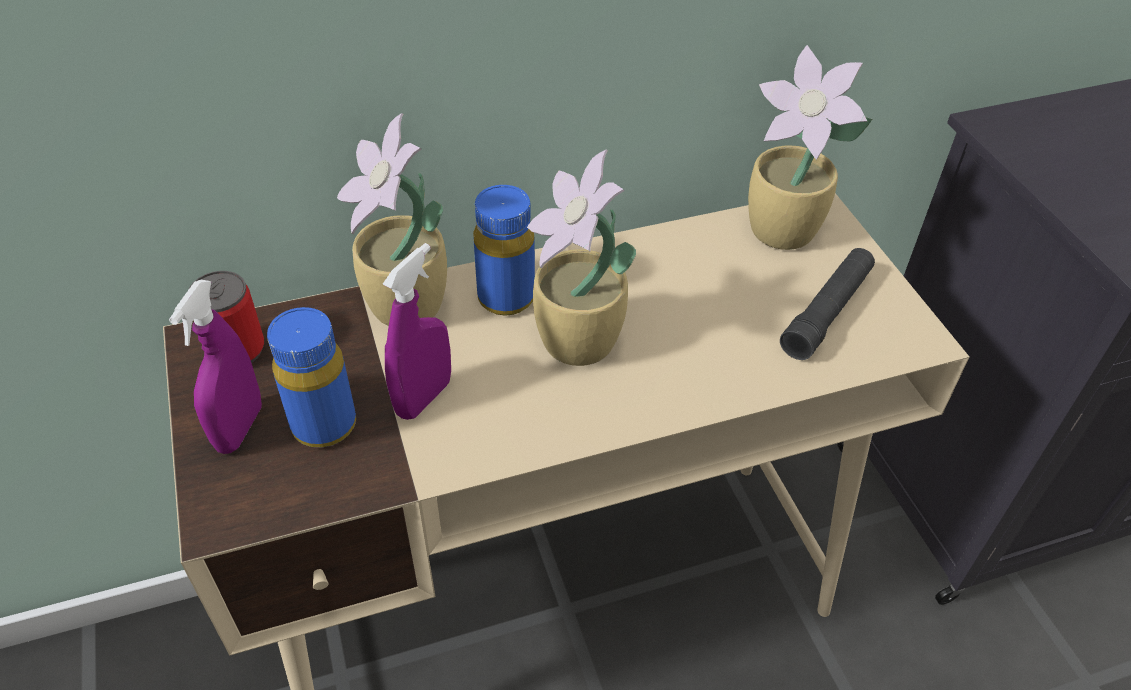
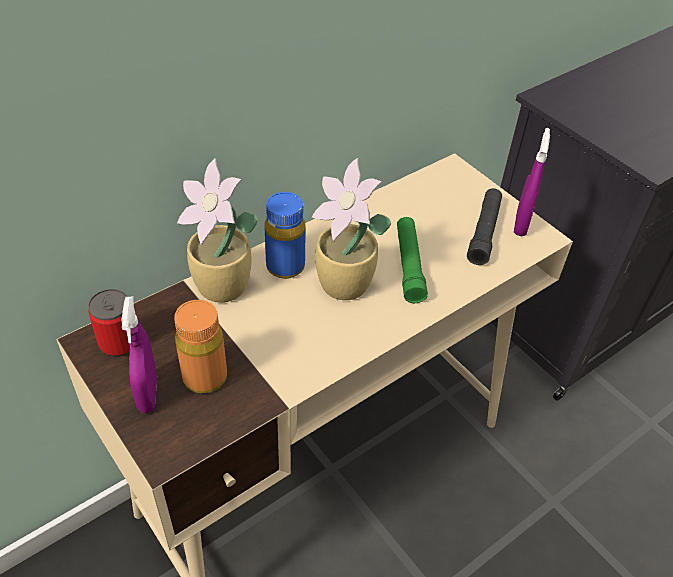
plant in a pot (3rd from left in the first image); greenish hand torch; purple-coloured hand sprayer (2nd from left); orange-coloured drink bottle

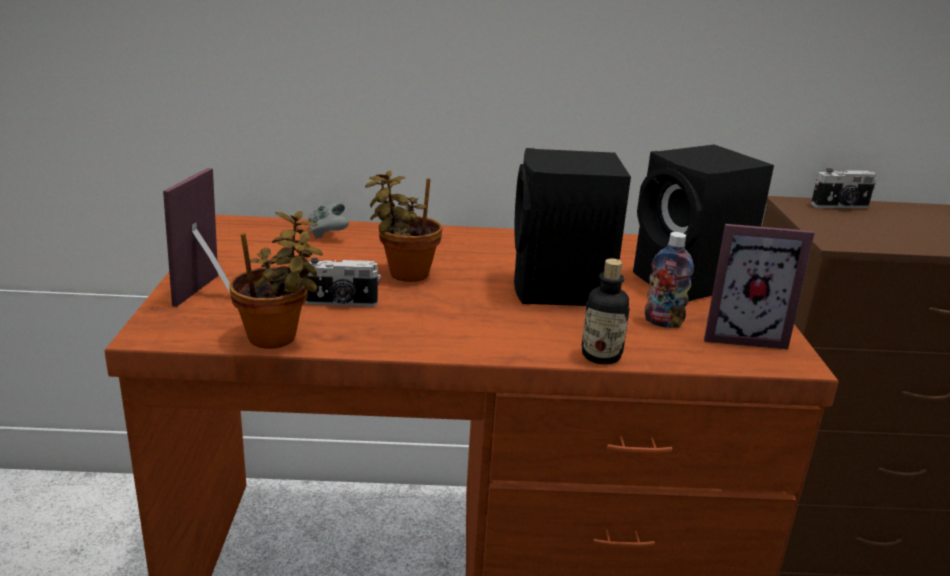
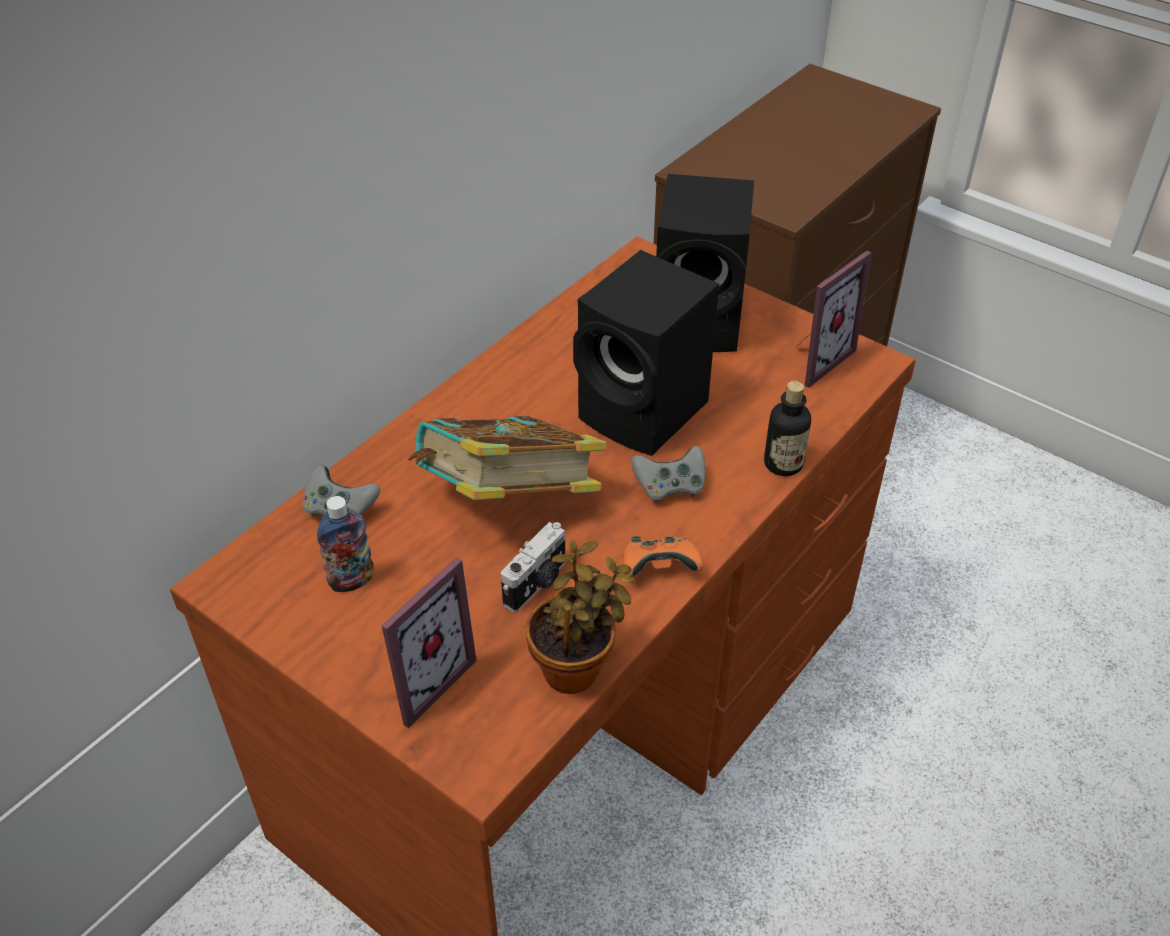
still camera (2nd from left in the first image); orange-coloured joypad; greyish joypad (2nd from left); drink bottle (1st from left); volume; picture frame (1st from left)

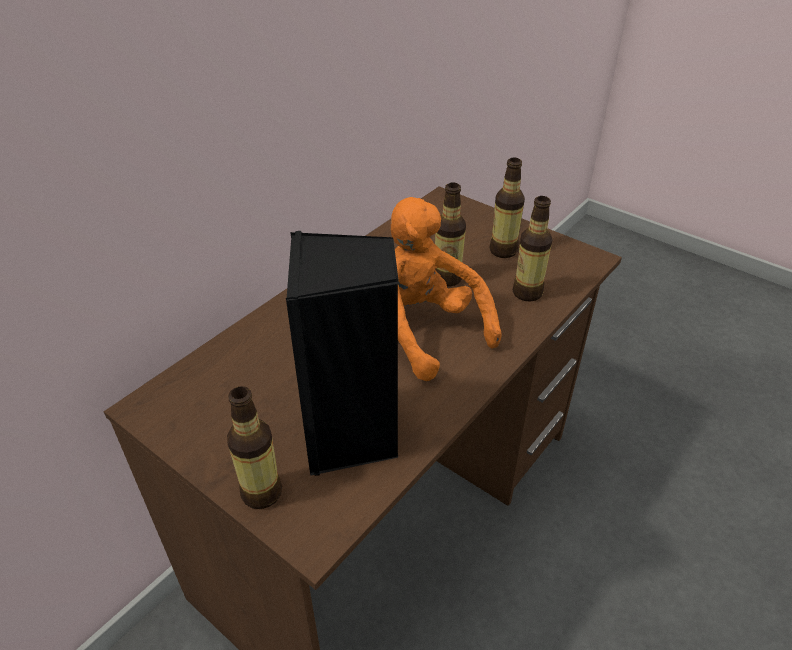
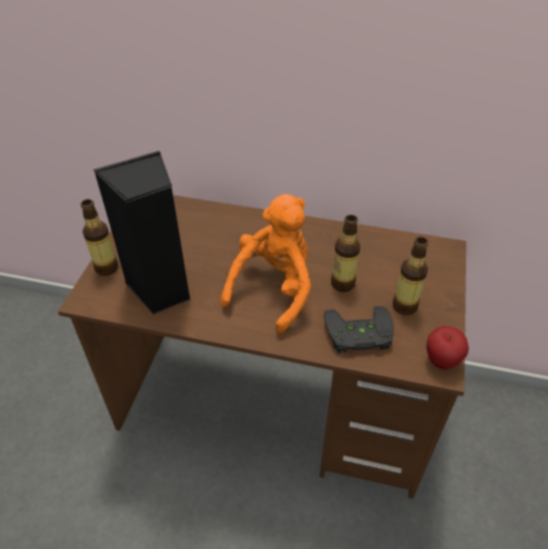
apple fruit; black joypad

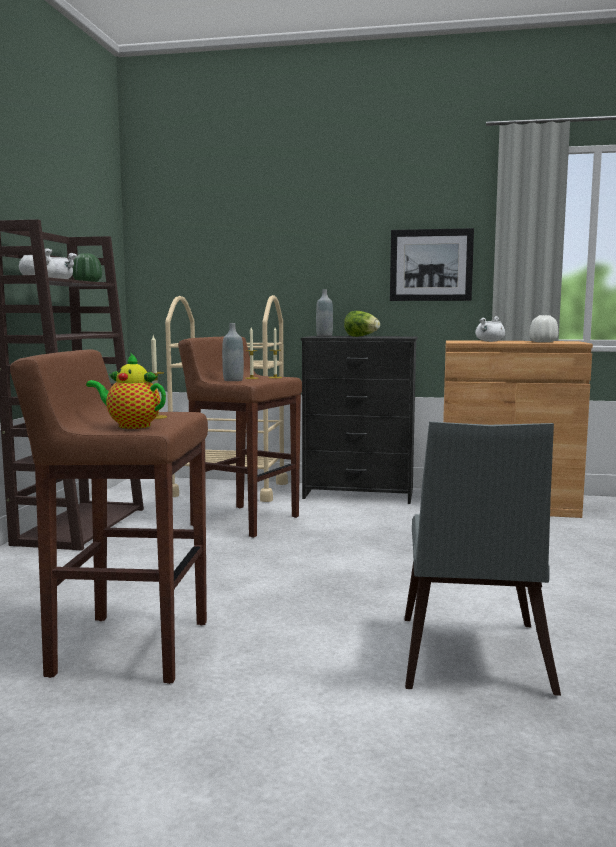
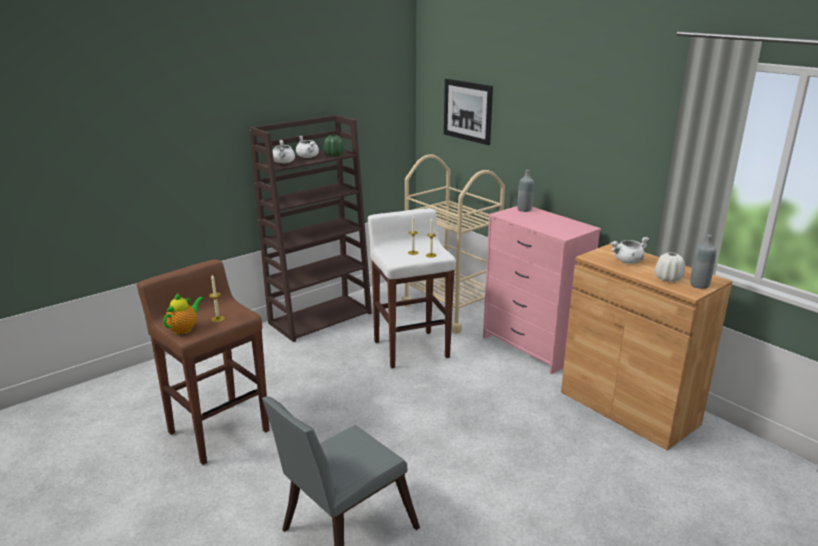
lettuce head; greyish drink bottle (2nd from left); picture; whitish sitting stool; pinkish dresser; tea pot

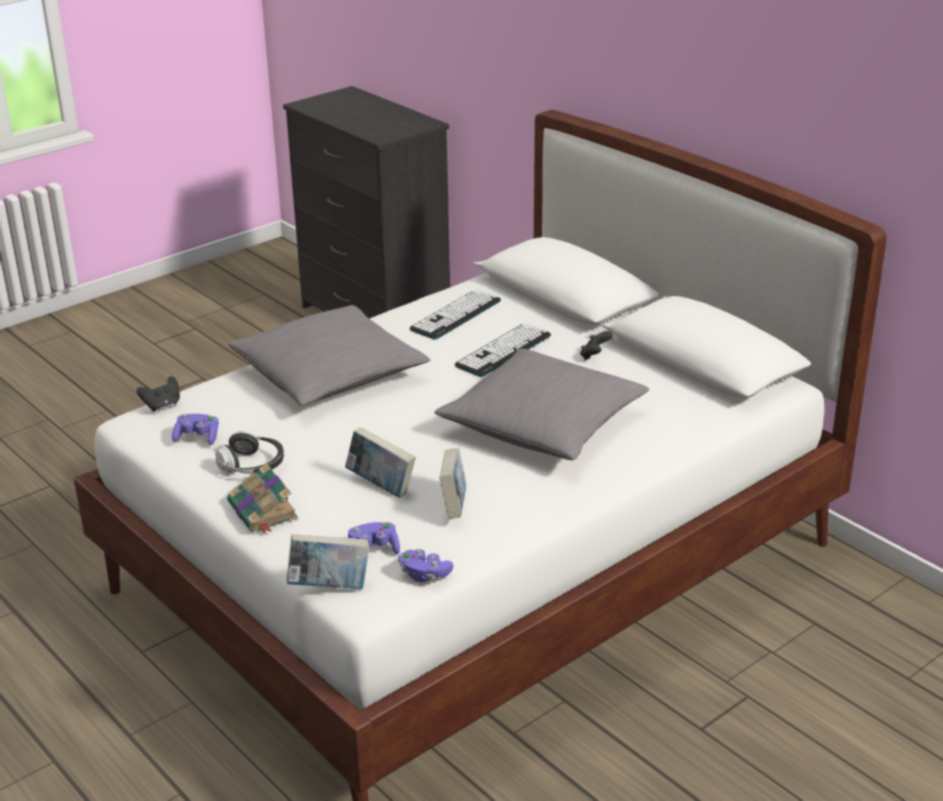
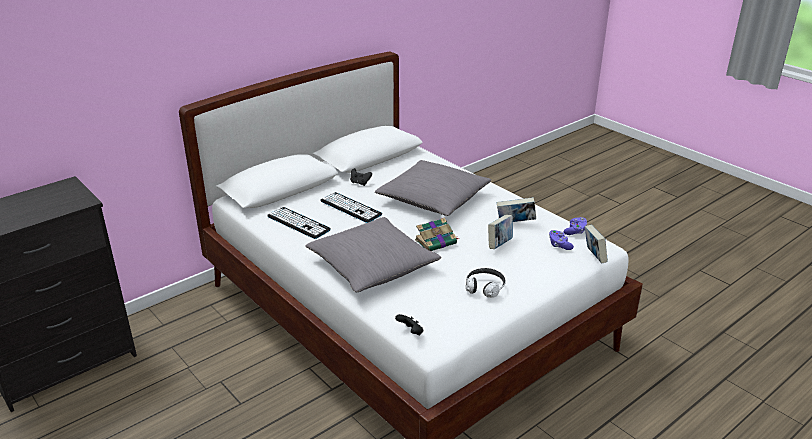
purple-coloured joypad (1st from left in the first image); volume (1st from left)

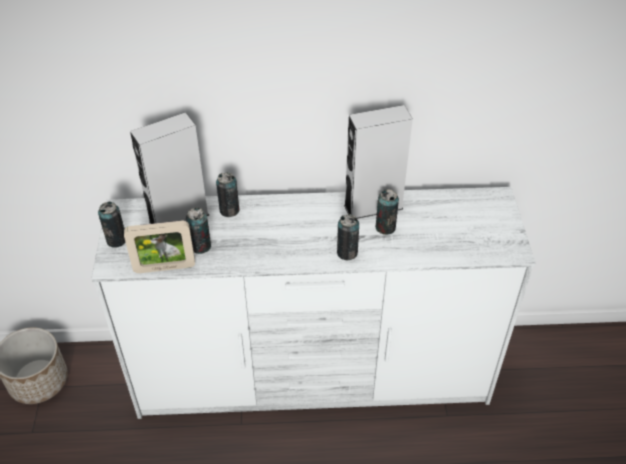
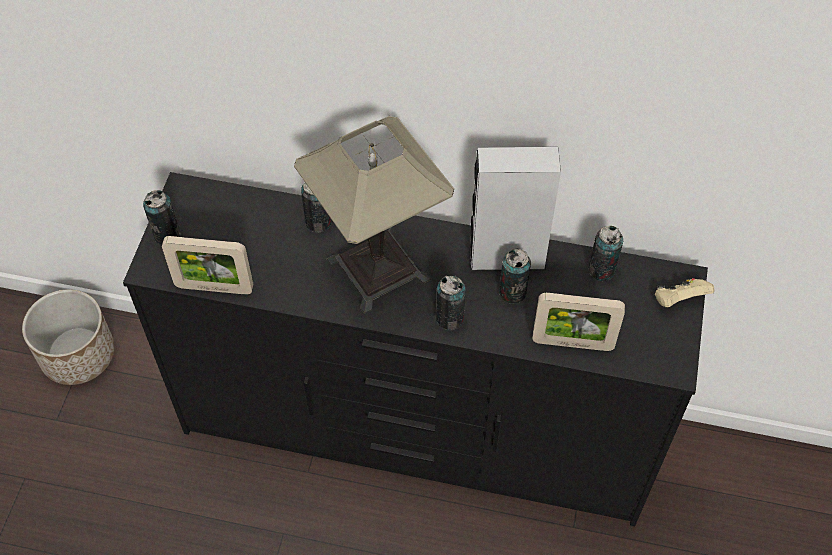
greyish loudspeaker (1st from left in the first image); tabletop lamp; picture frame (2nd from left); beige-coloured joypad; sealed can (5th from left); black dresser

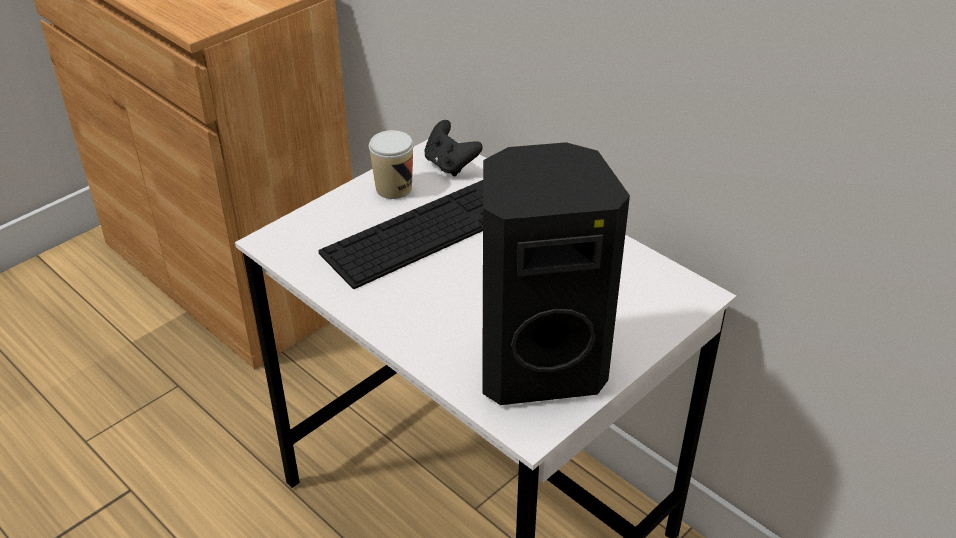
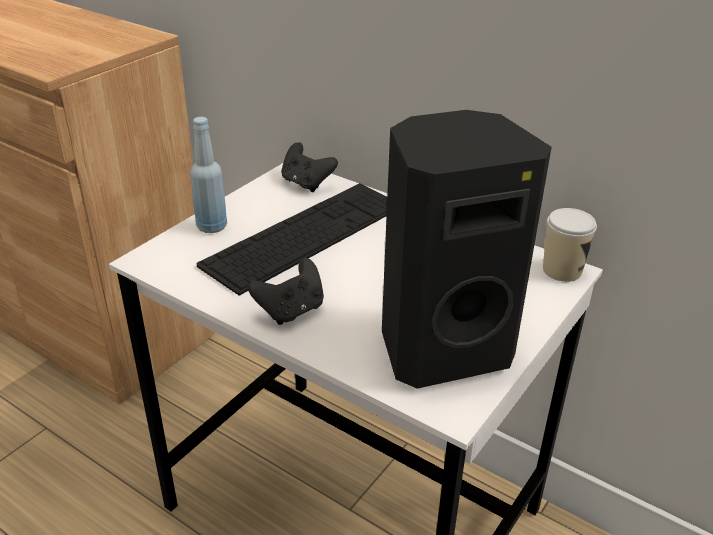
blue-coloured drink bottle; black joypad (1st from left); drinking cup

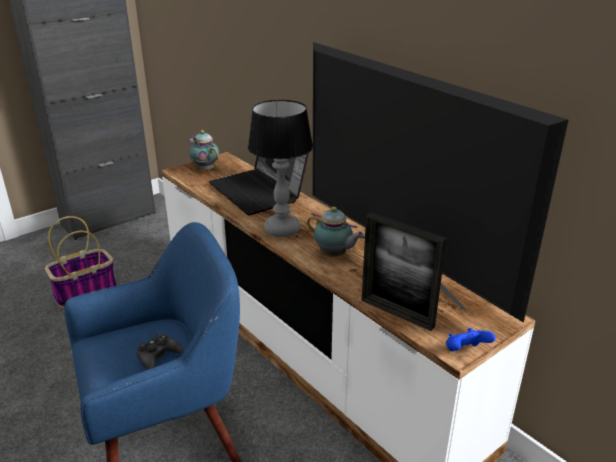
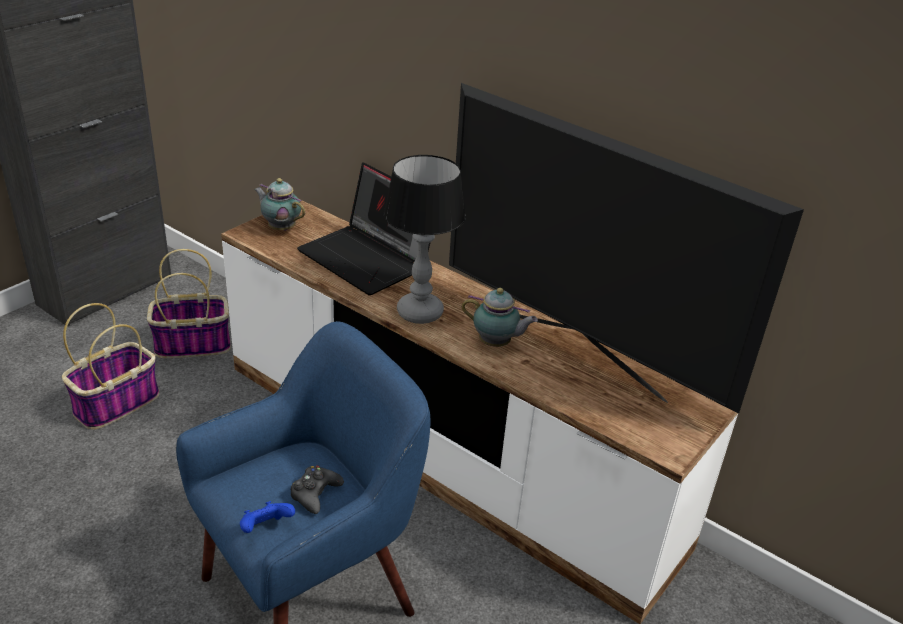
picture frame; basket (2nd from left); blue-coloured joypad

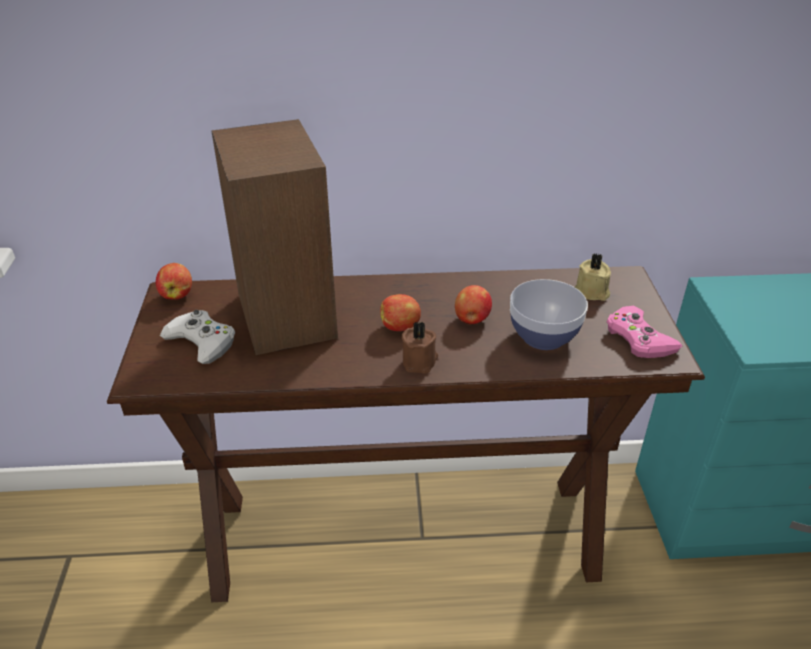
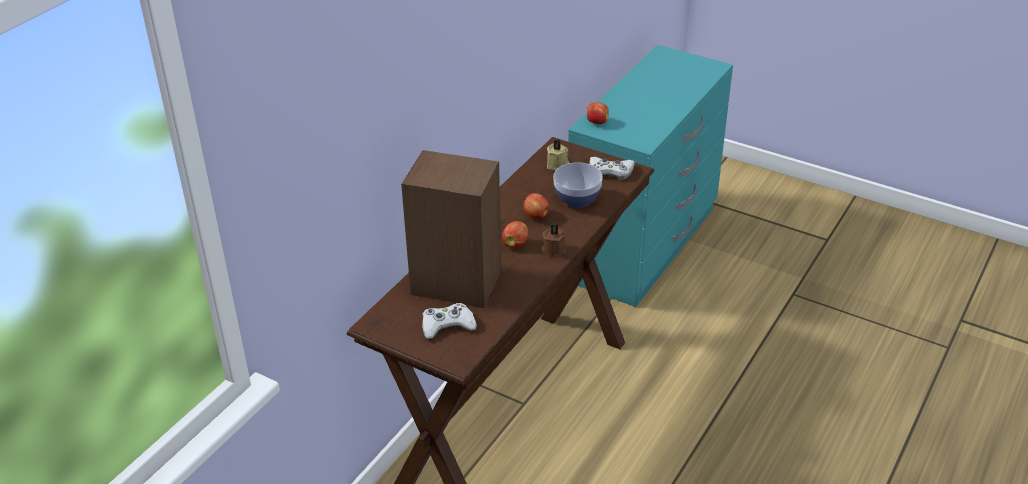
apple fruit (3rd from left); whitish joypad (2nd from left)

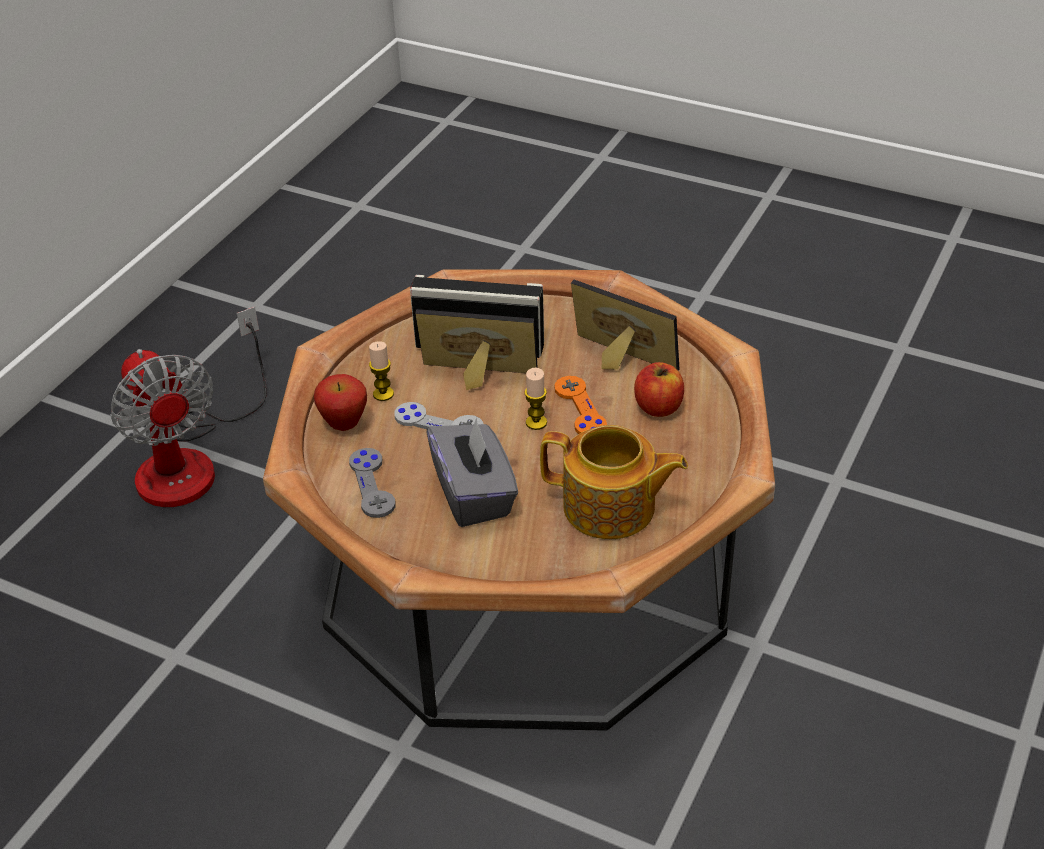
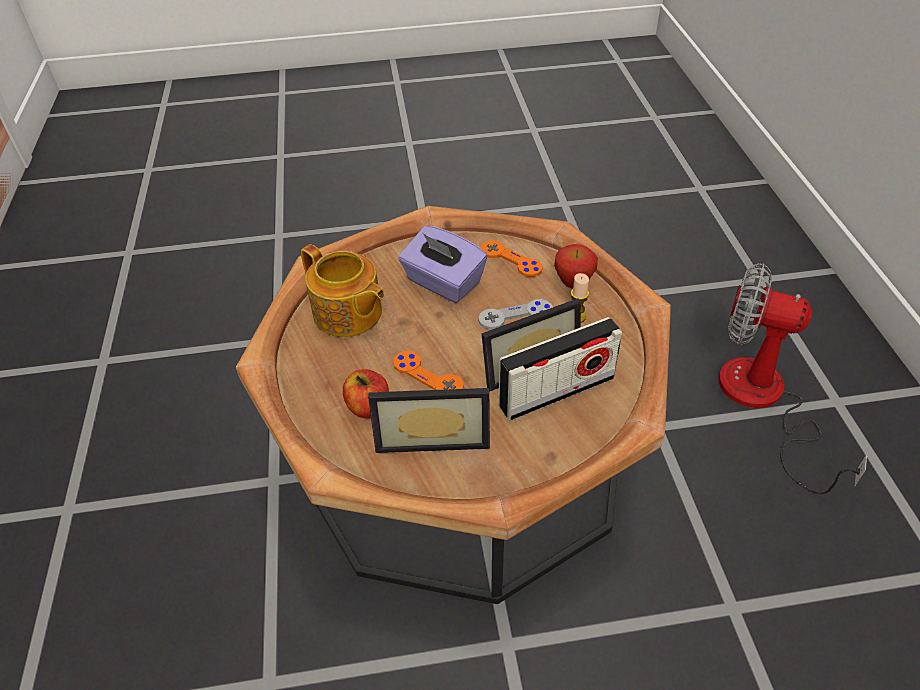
wax light (2nd from left in the first image); orange-coloured joypad (2nd from left); purple-coloured tissue box; tea pot

